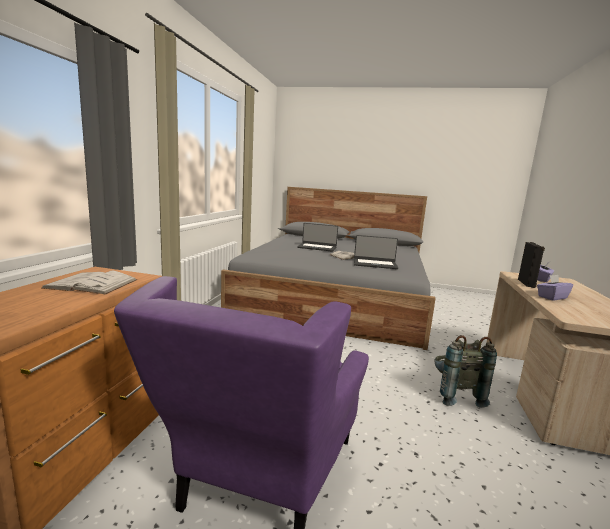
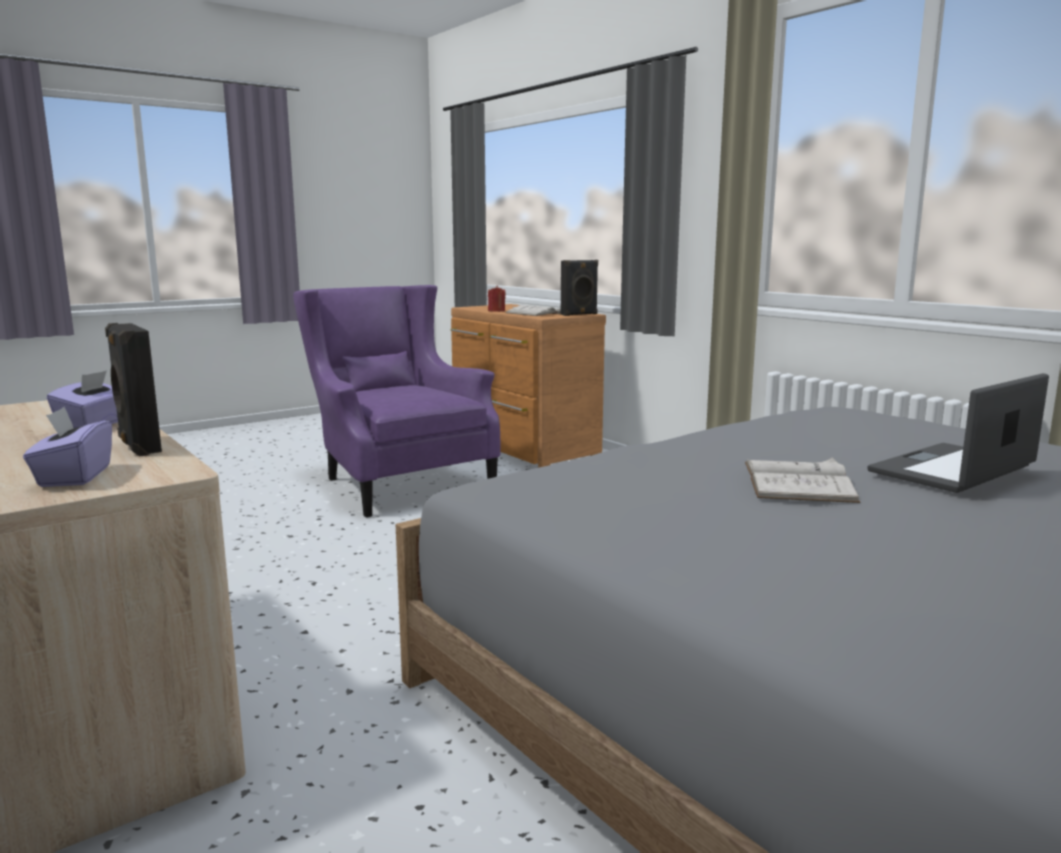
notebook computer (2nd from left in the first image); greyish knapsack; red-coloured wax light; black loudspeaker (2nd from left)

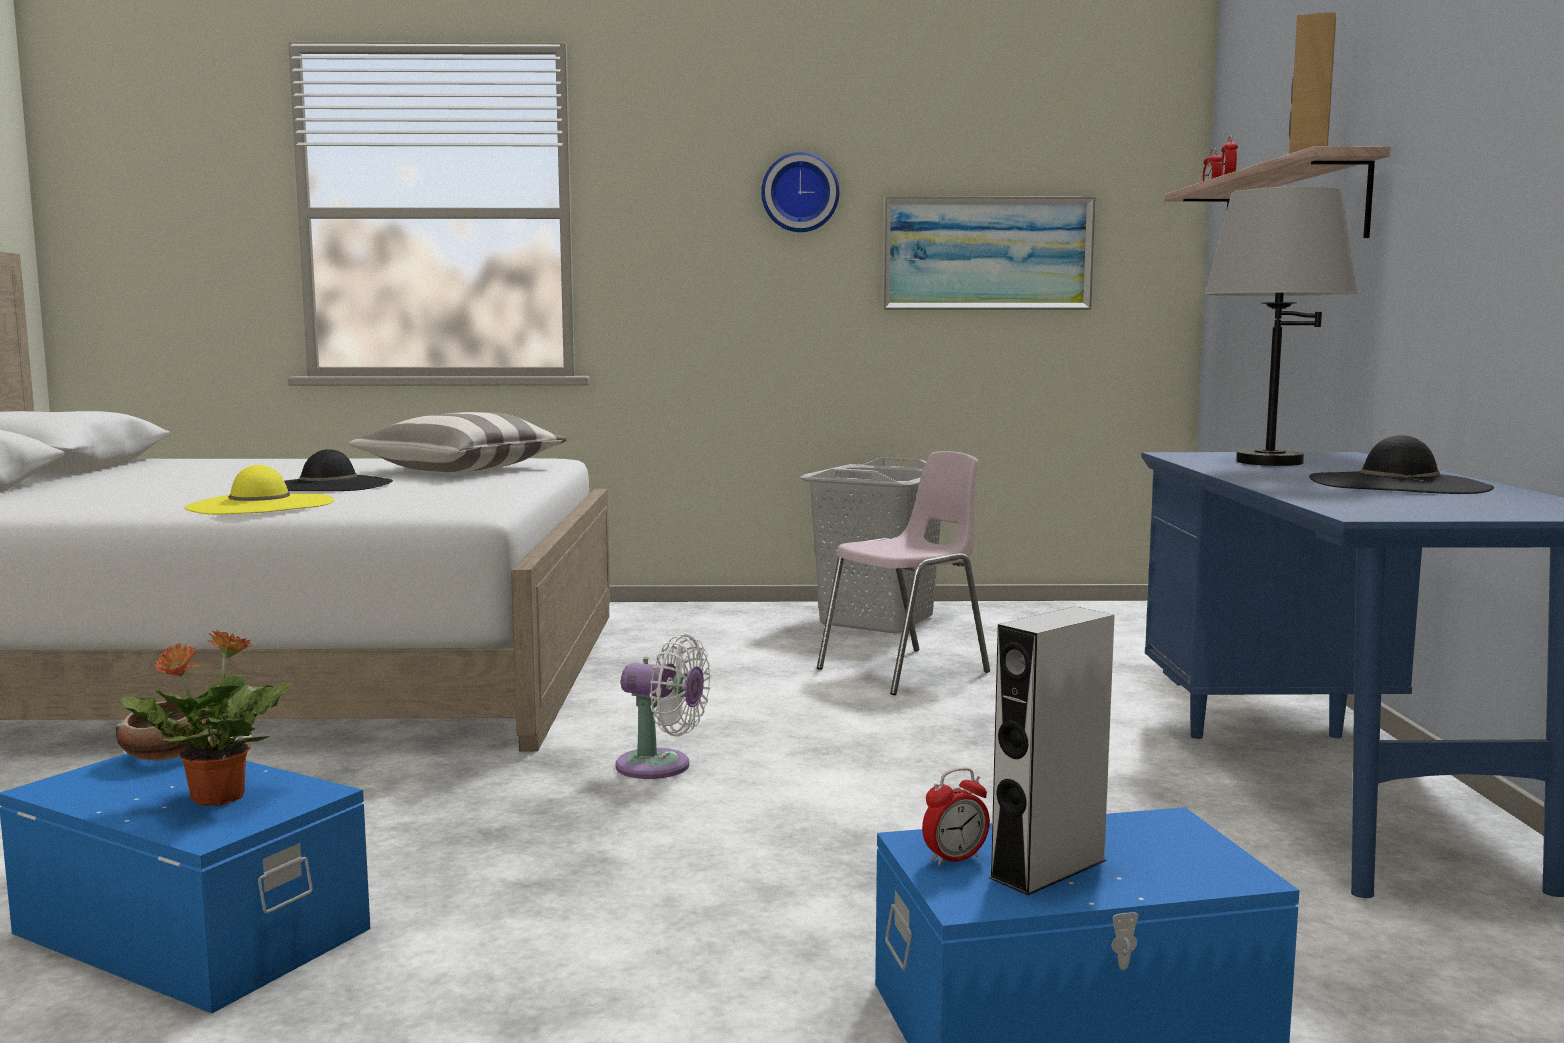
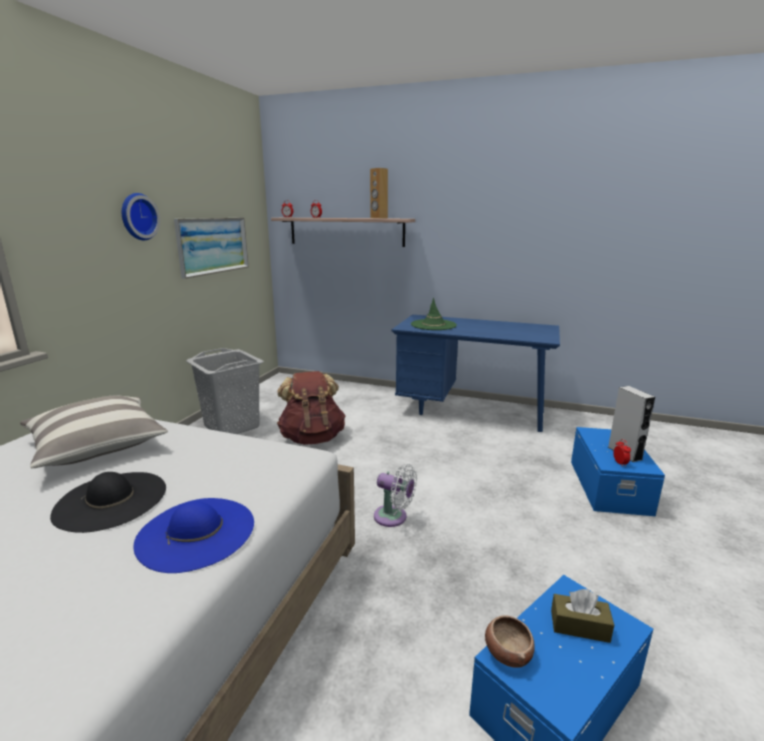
black wearable hat (2nd from left in the first image); brownish tissue box; brownish knapsack; greenish wearable hat; blue-coloured wearable hat; whitish electric fan

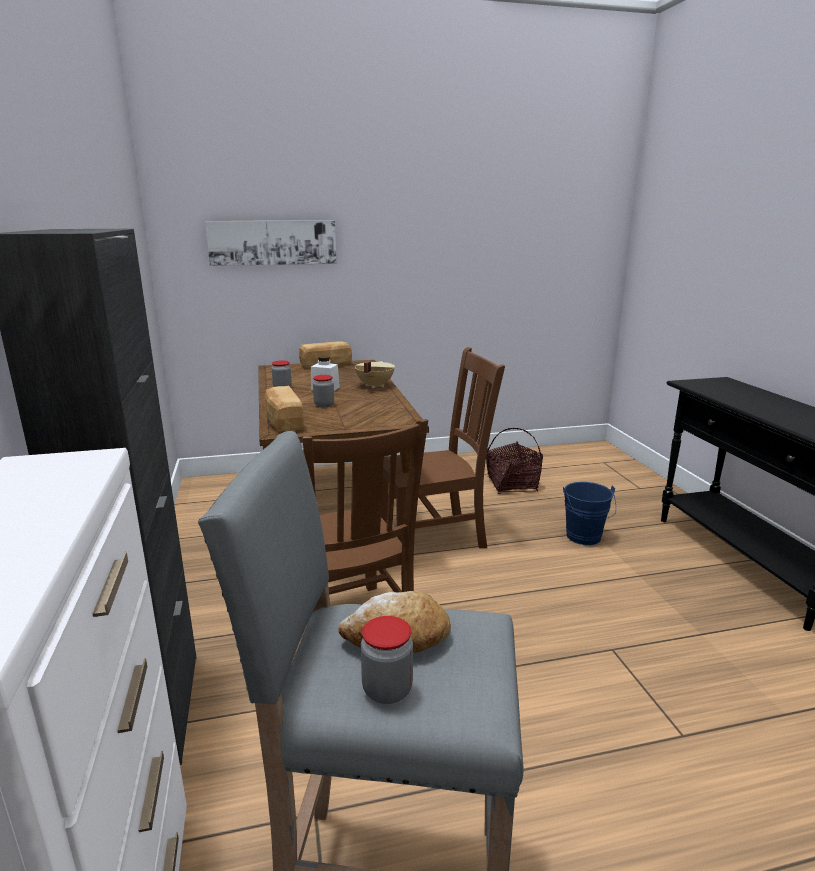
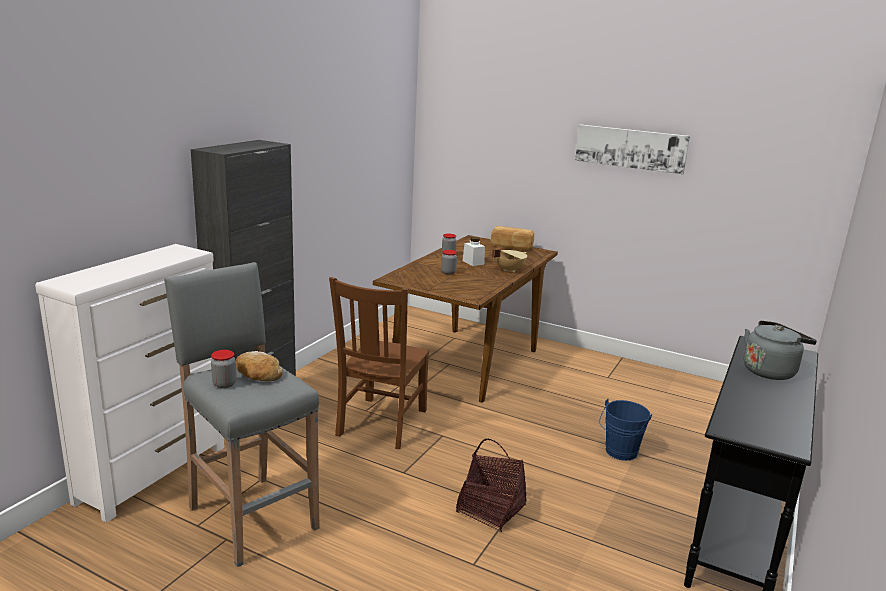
bread (1st from left in the first image); brownish plain chair (2nd from left in the first image); greyish water kettle; picture; basket

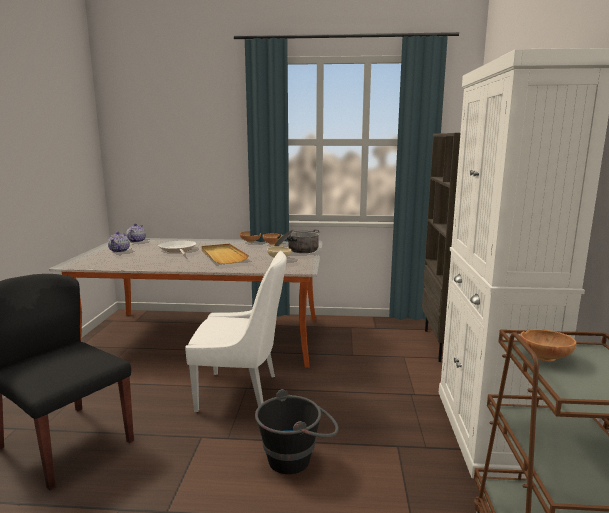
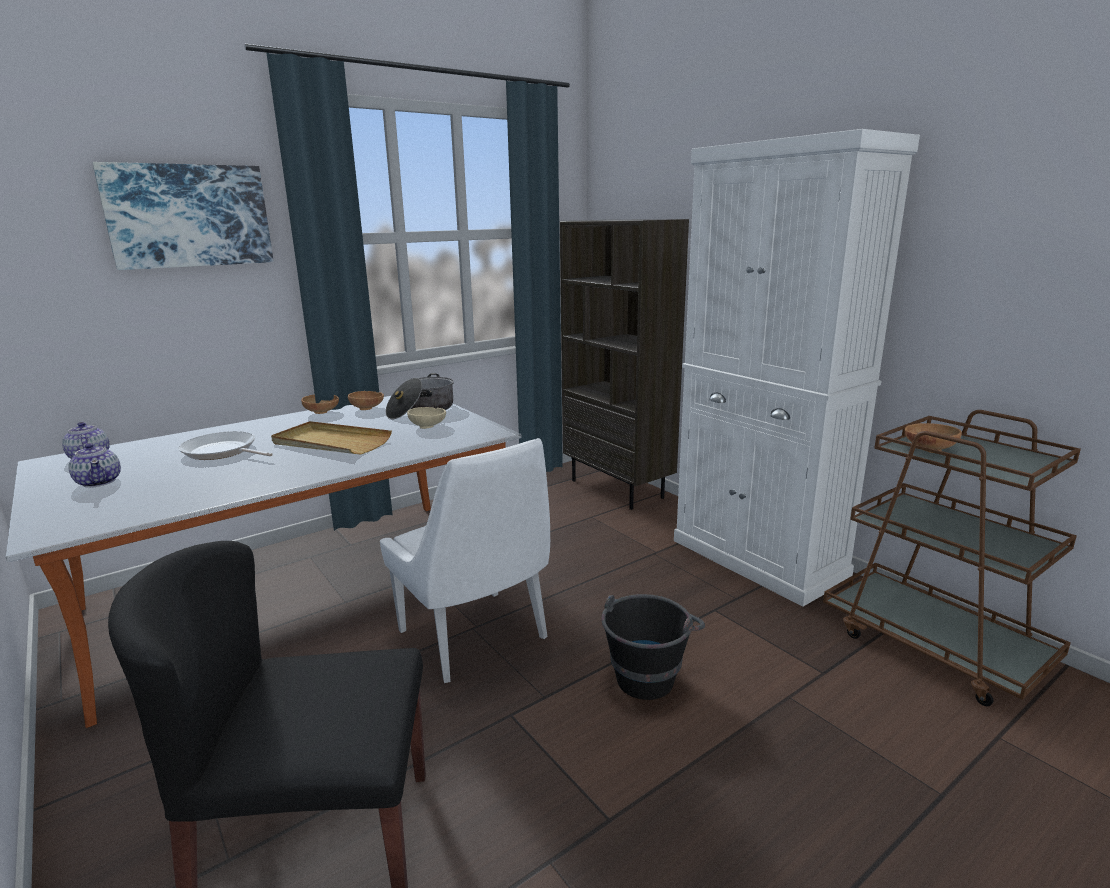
picture; whitish plain chair

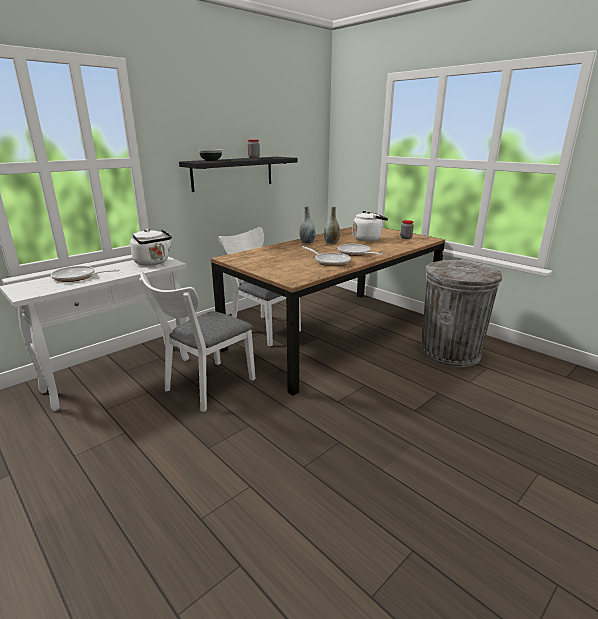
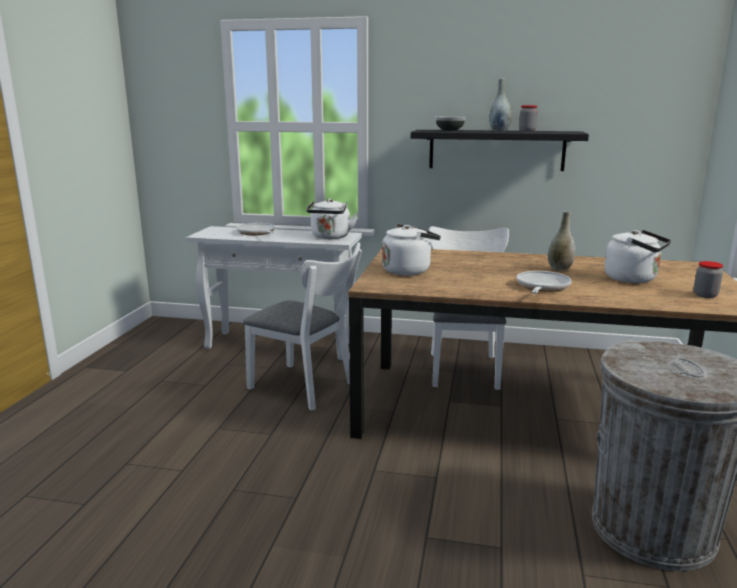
skillet (2nd from left in the first image); whitish water kettle (2nd from left); greyish flower vase (1st from left); whitish plain chair (1st from left)

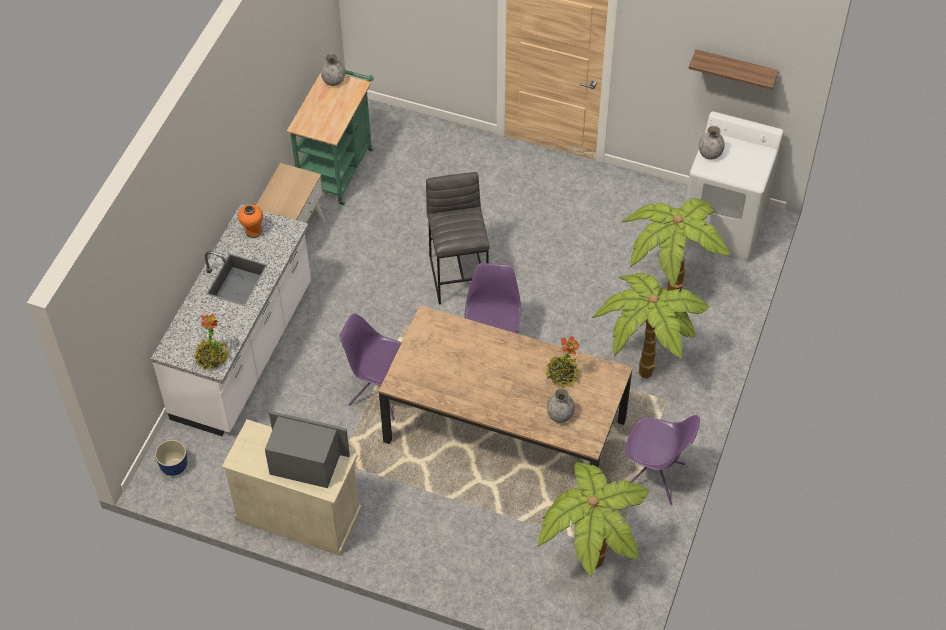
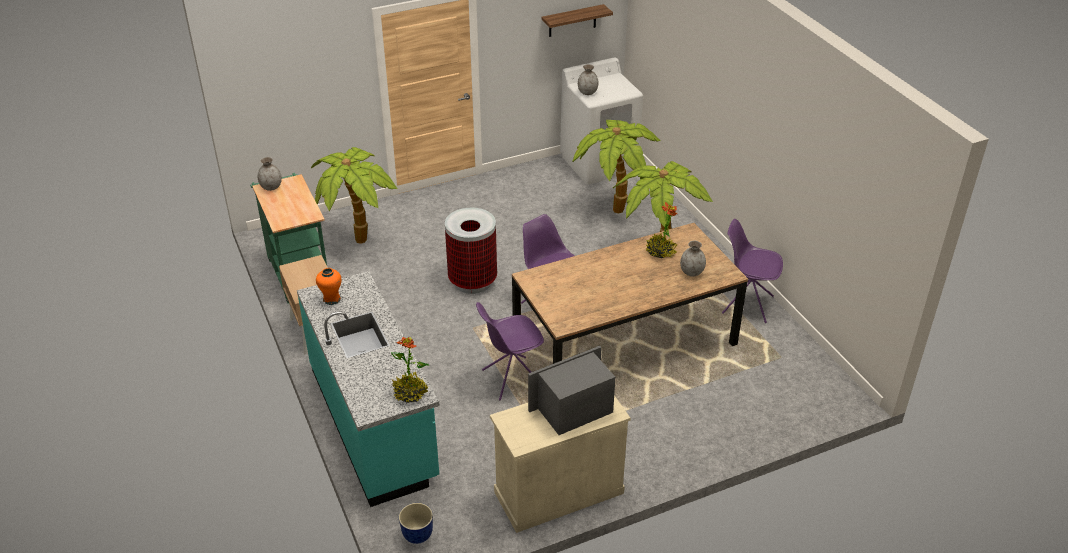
plant in a pot (1st from left); trash can; turquoise-coloured counter; purple-coloured plain chair (3rd from left)

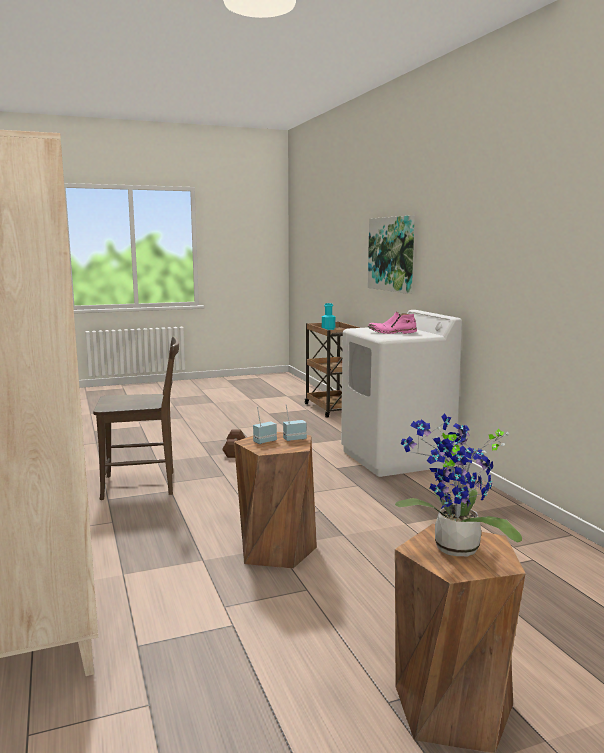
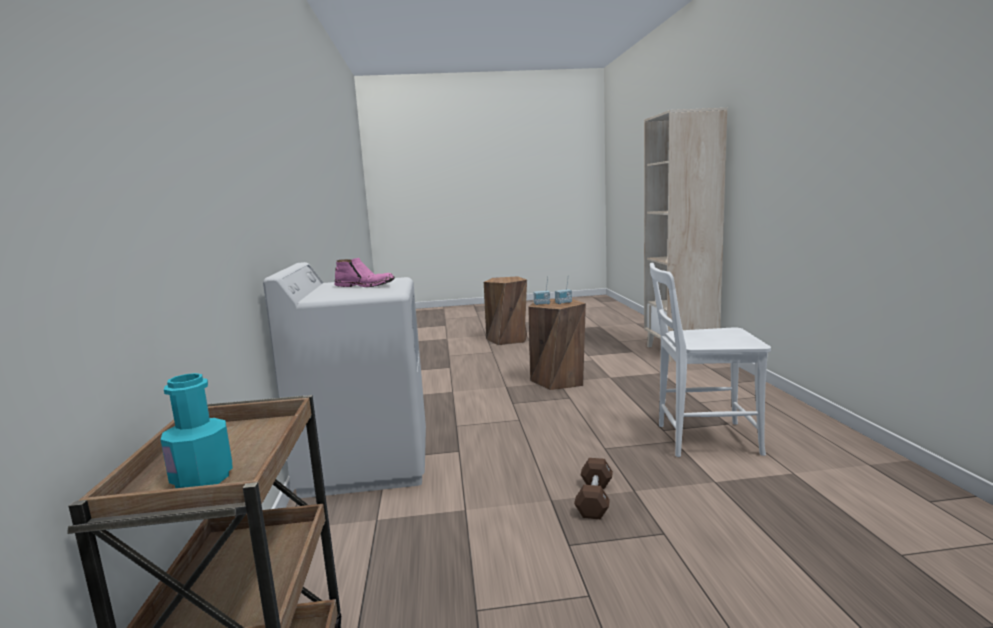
picture; plant in a pot; whitish plain chair

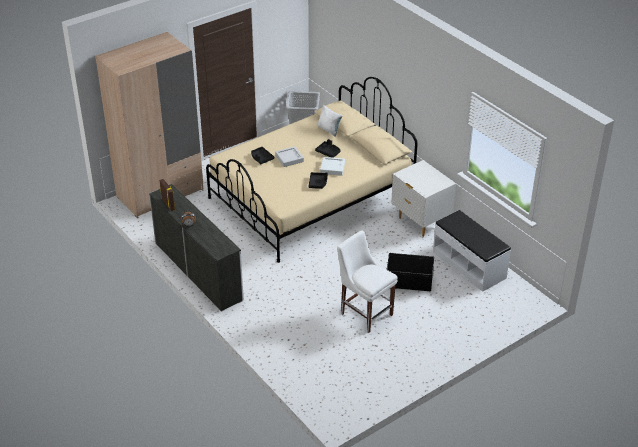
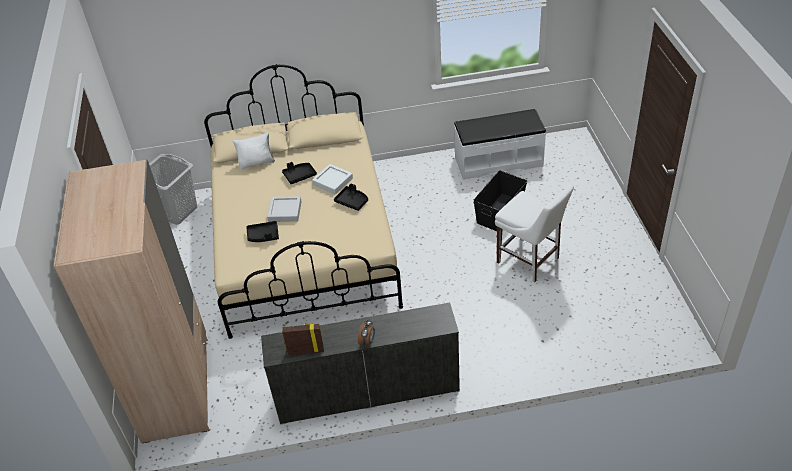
whitish nightstand; whitish plain chair

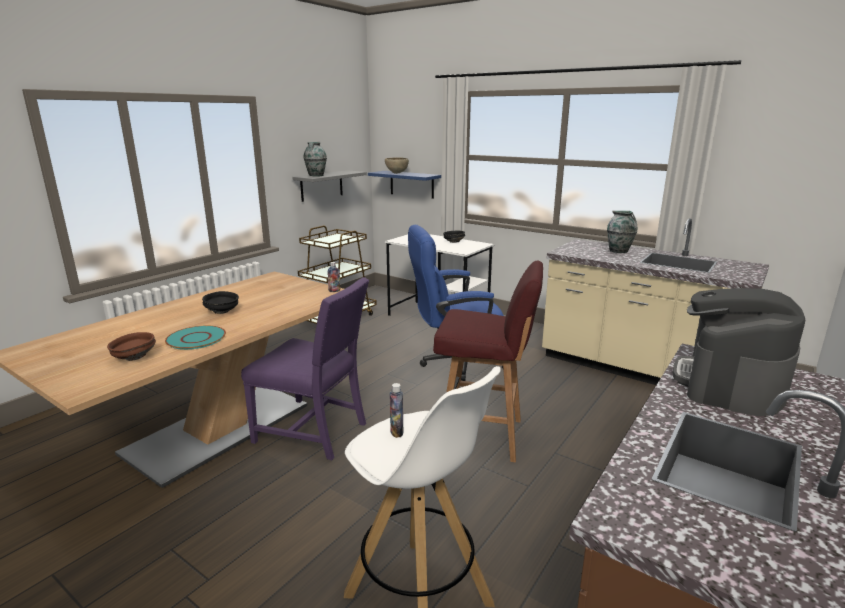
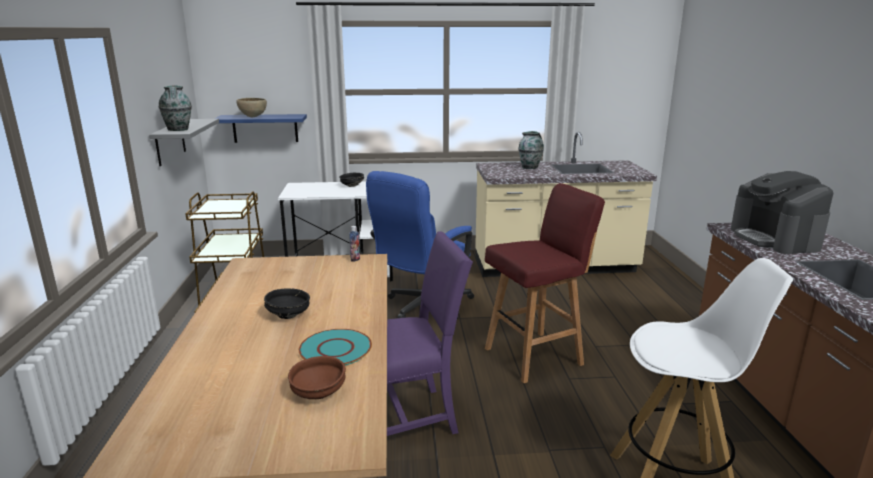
drink bottle (2nd from left in the first image)

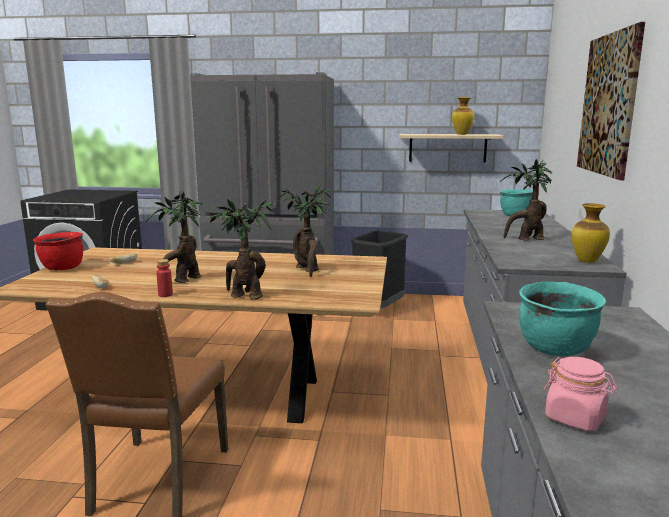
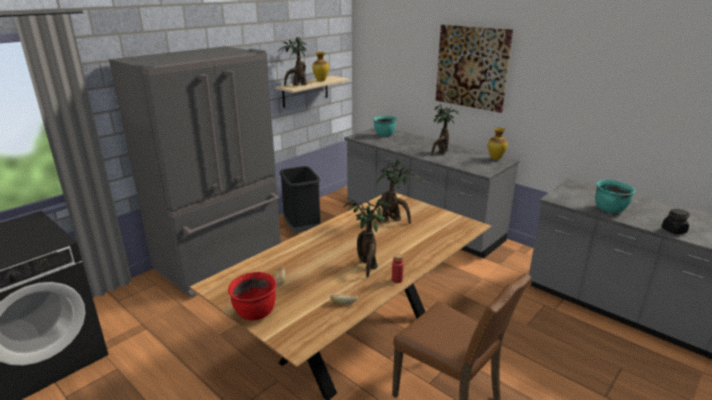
plant in a pot (1st from left); black preserve jar

